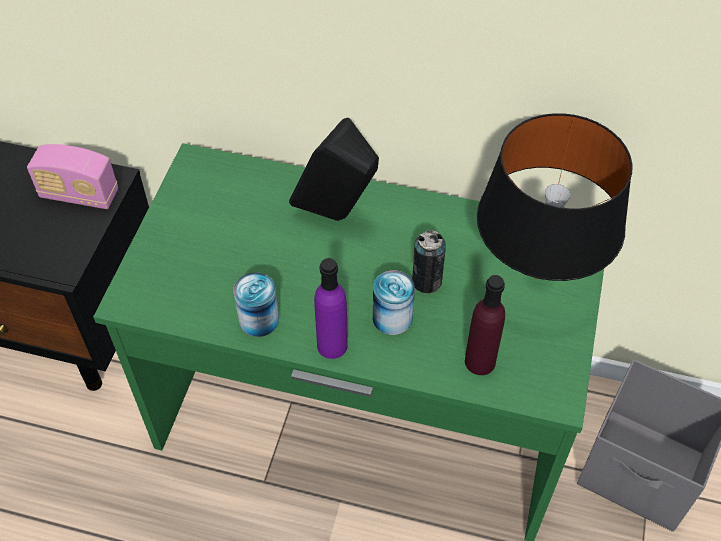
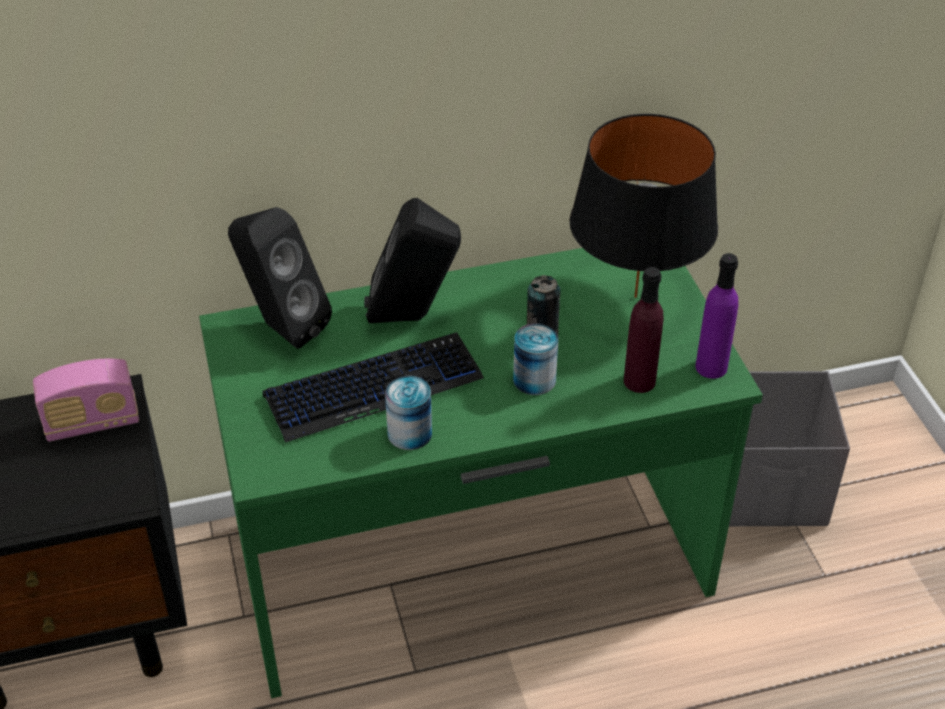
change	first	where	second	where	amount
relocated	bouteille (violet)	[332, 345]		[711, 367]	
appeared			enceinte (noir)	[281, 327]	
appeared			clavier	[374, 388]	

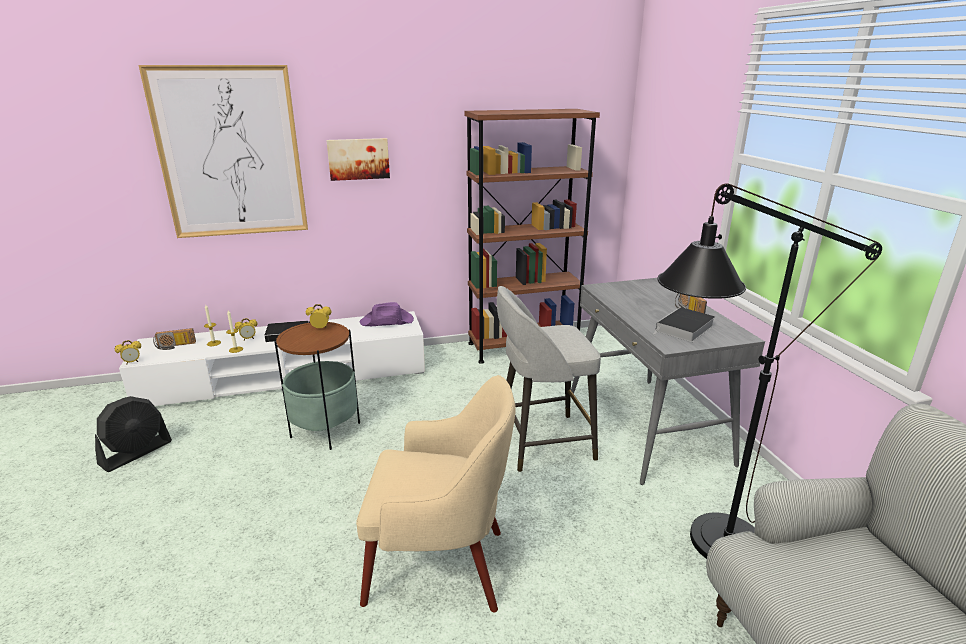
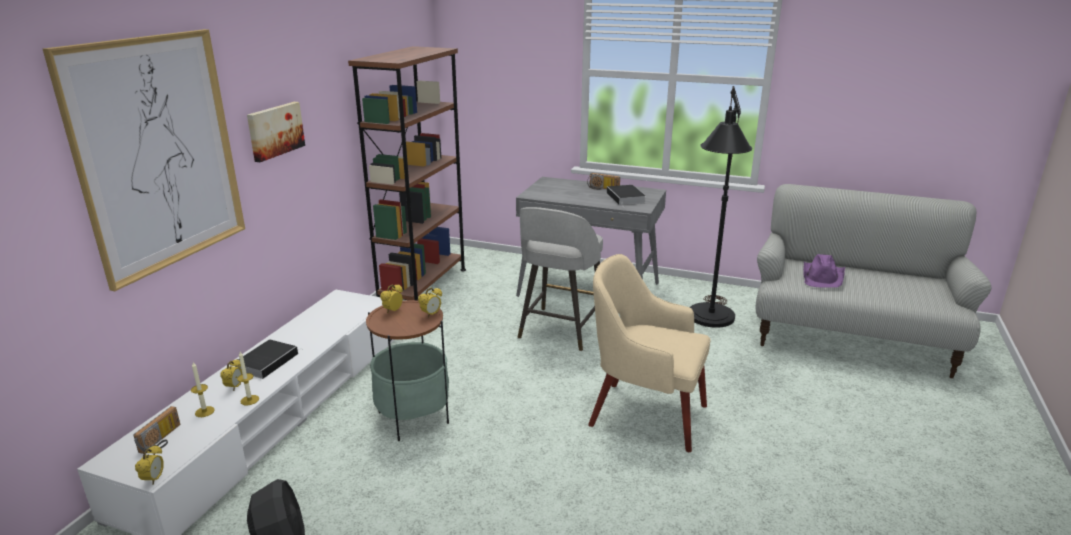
change	first	where	second	where	amount
relocated	chapeau (violet)	[387, 321]		[823, 277]	
spun	fauteuil (beige)	[440, 566]		[644, 414]	105 degrees counterclockwise
appeared			réveil	[431, 314]	

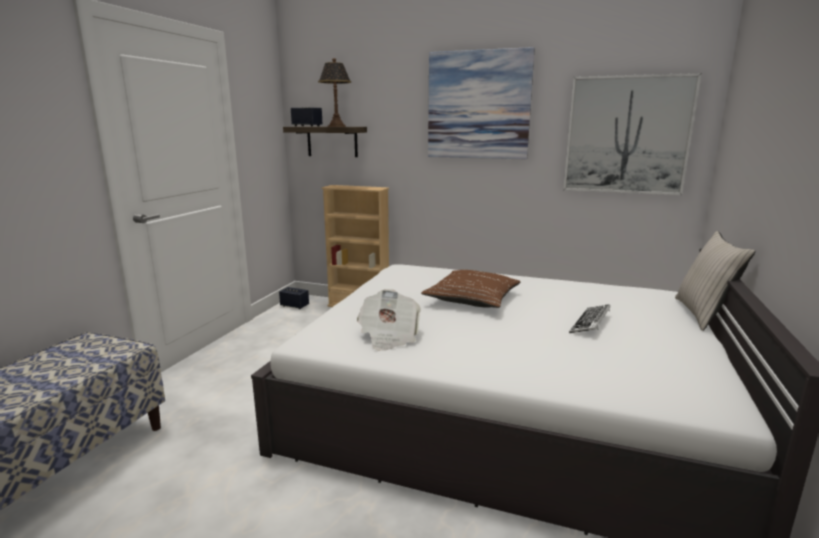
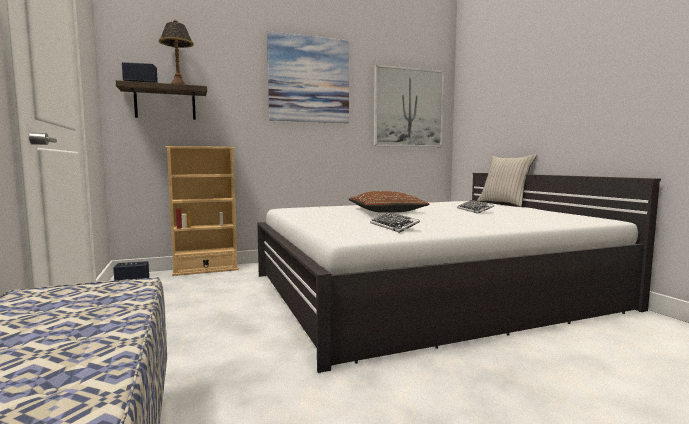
change	first	where	second	where	amount
exchanged	journal	[389, 336]	clavier	[393, 226]	

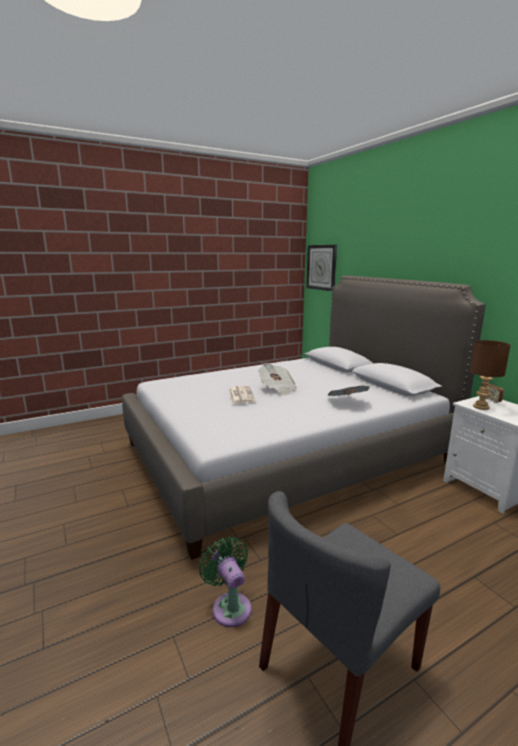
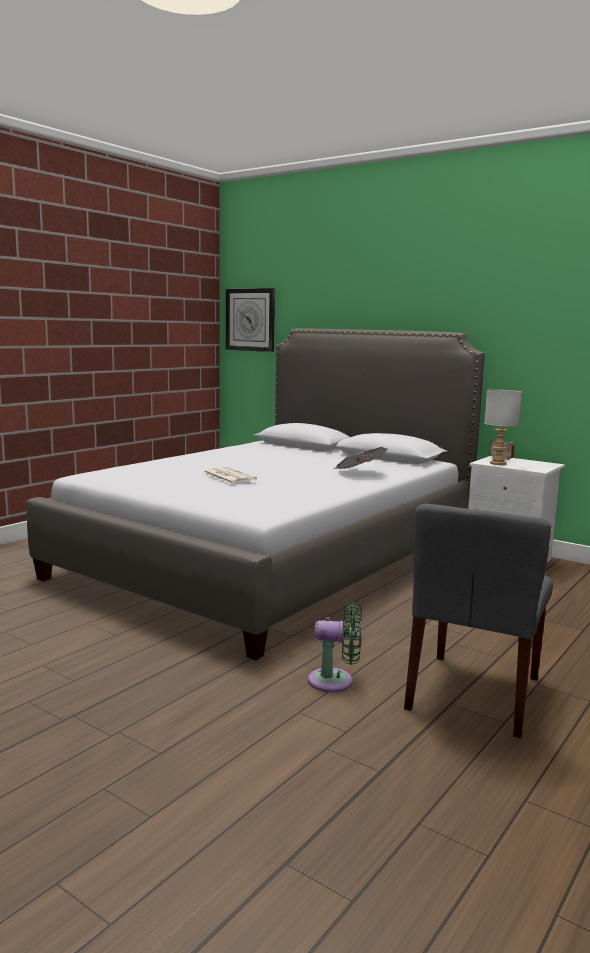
change	first	where	second	where	amount
colour	lampe de table (marron)	[480, 407]	lampe de table (gris)	[497, 463]	
missing	journal	[277, 389]			
spun	ventilateur (vert)	[230, 606]		[335, 681]	150 degrees clockwise

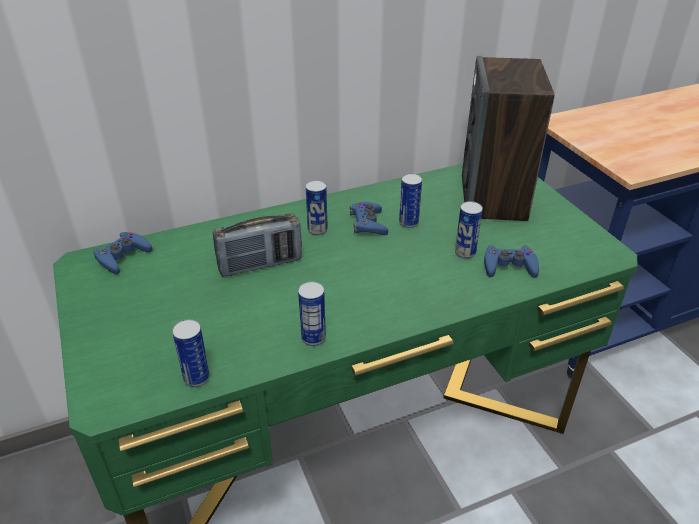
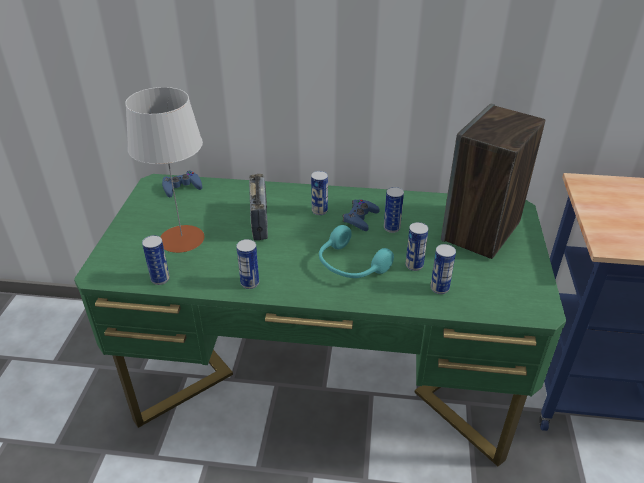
change	first	where	second	where	amount
spun	radio	[260, 265]		[259, 222]	105 degrees counterclockwise
exchanged	manette (bleu)	[509, 266]	boîte métallique	[439, 288]	
appeared			lampe de table (gris)	[182, 239]	
appeared			casque audio (turquoise)	[350, 265]	

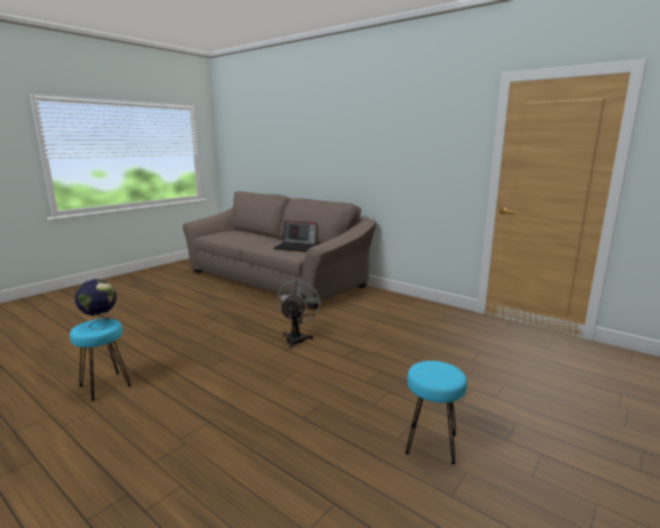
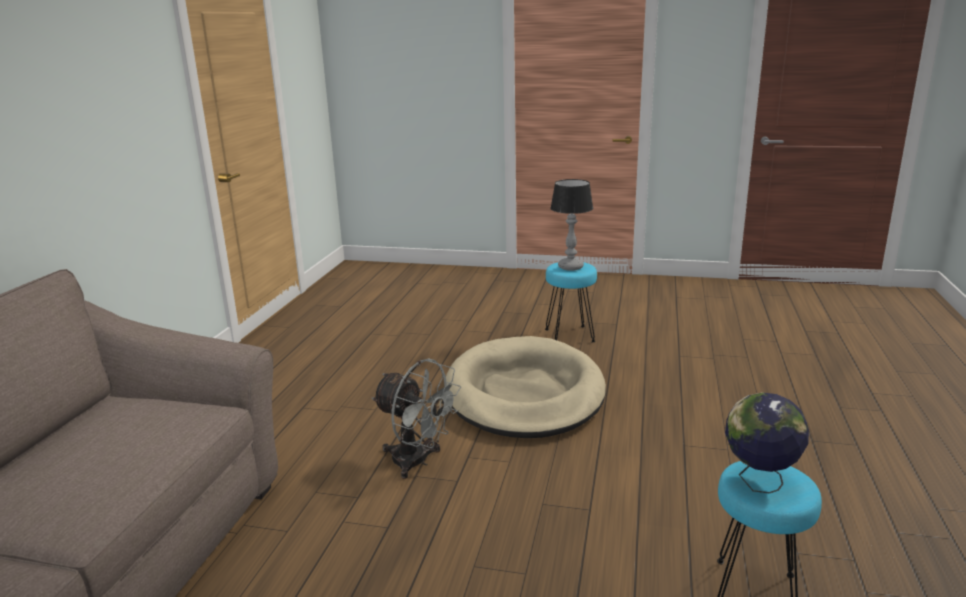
change	first	where	second	where	amount
missing	ordinateur portable	[296, 247]			
spun	ventilateur (gris)	[297, 337]		[418, 462]	135 degrees counterclockwise
appeared			lampe de table	[571, 267]	
appeared			panier pour chien (beige)	[524, 394]	

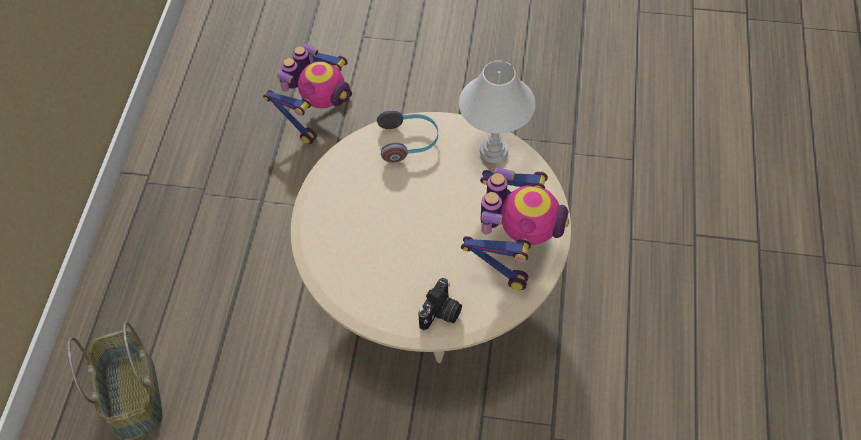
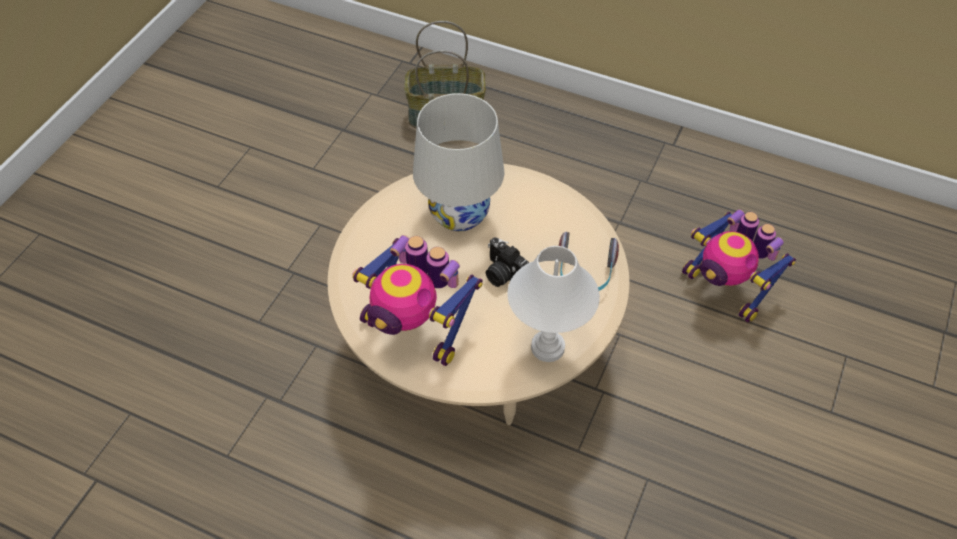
change	first	where	second	where	amount
relocated	appareil photo	[441, 314]		[502, 274]	
appeared			lampe de table (blanc)	[459, 214]	

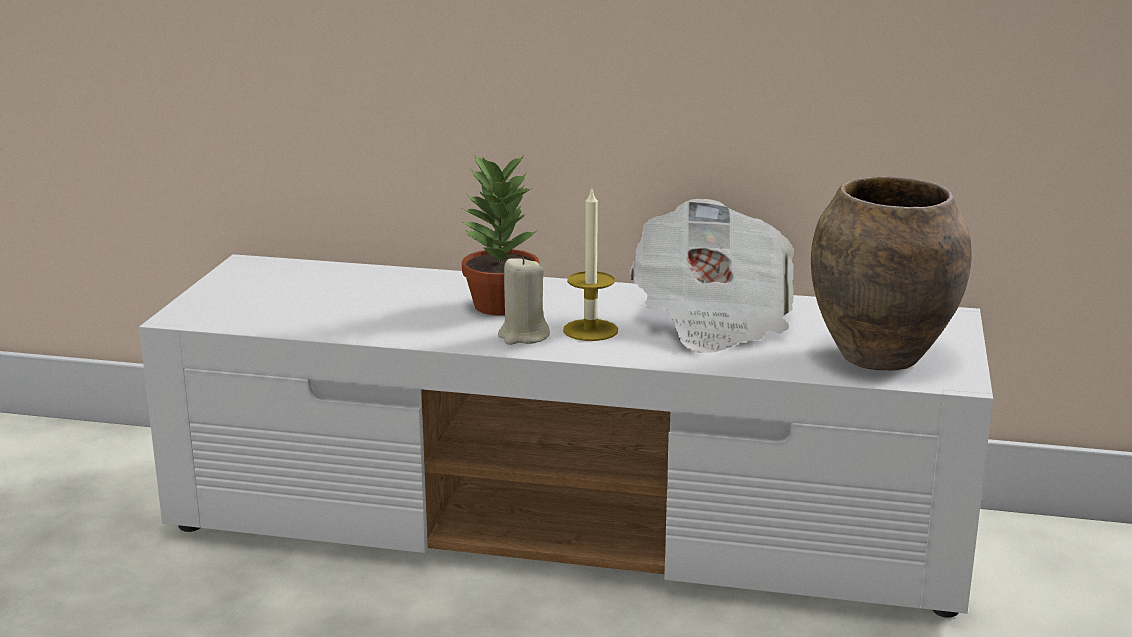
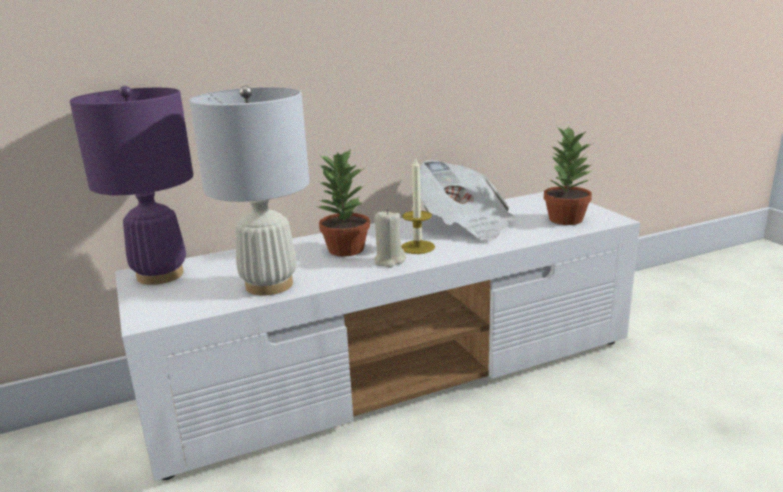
change	first	where	second	where	amount
exchanged	vase (marron)	[879, 357]	plante en pot	[565, 219]	
appeared			lampe de table (violet)	[160, 275]	
appeared			lampe de table (blanc)	[268, 285]	

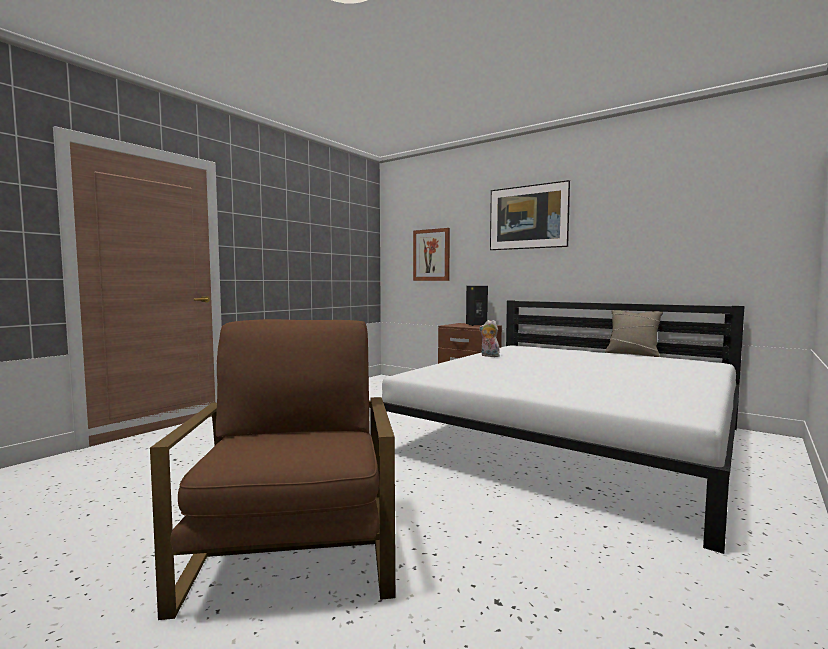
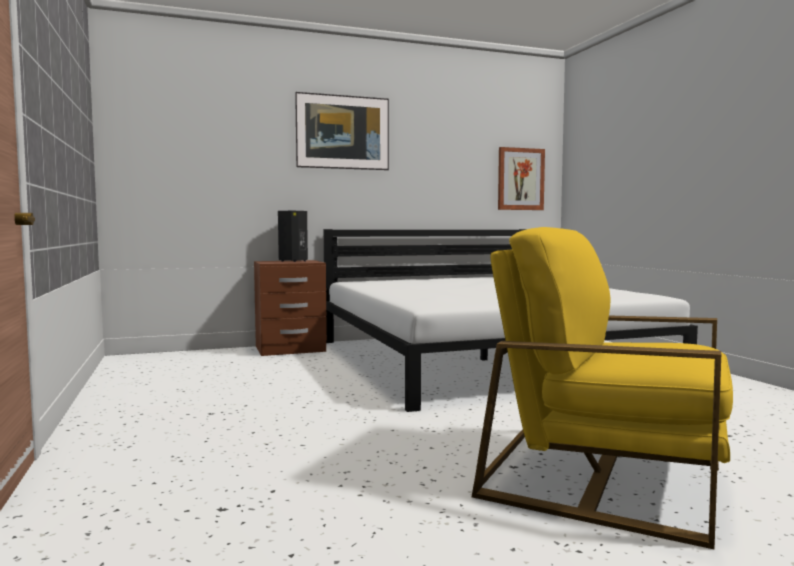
change	first	where	second	where	amount
relocated	tableau	[431, 255]		[520, 179]	
missing	coussin (beige)	[632, 354]			
colour	fauteuil (marron)	[295, 548]	fauteuil (jaune)	[605, 476]	
missing	peluche	[489, 356]			

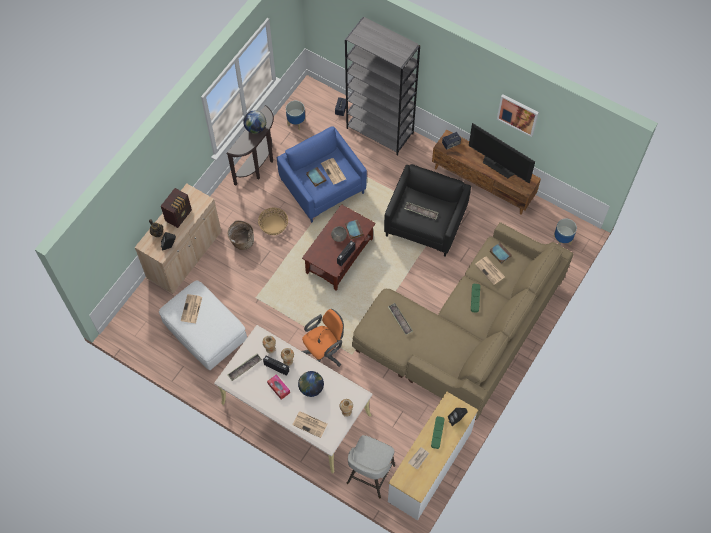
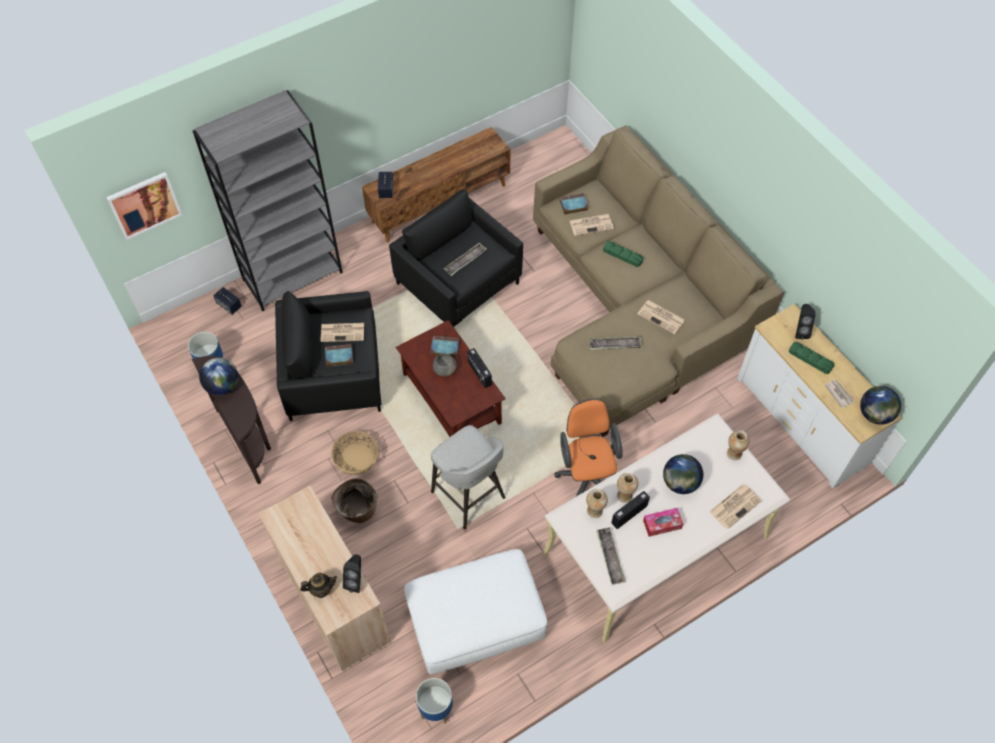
change	first	where	second	where	amount
relocated	tableau	[518, 114]		[144, 204]	
missing	téléviseur	[498, 166]			
colour	fauteuil (bleu)	[322, 186]	fauteuil (noir)	[333, 375]	
missing	radio	[179, 215]			
relocated	cache-pot	[562, 240]		[436, 709]	
relocated	journal	[191, 309]		[661, 317]	
relocated	tabouret (gris)	[370, 475]		[469, 496]	
appeared			globe	[874, 414]	

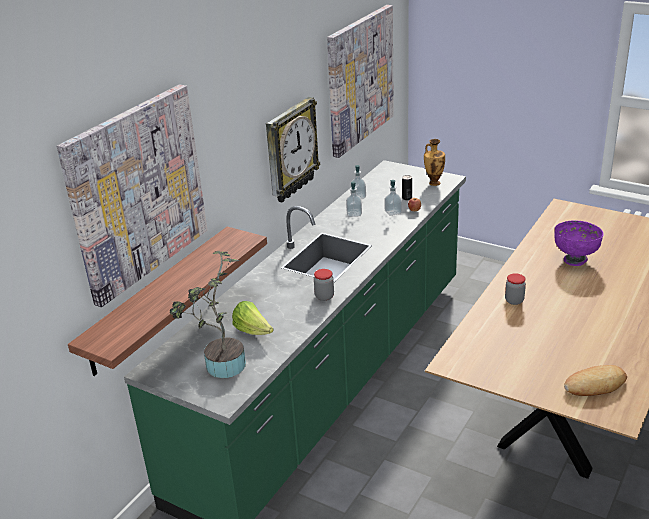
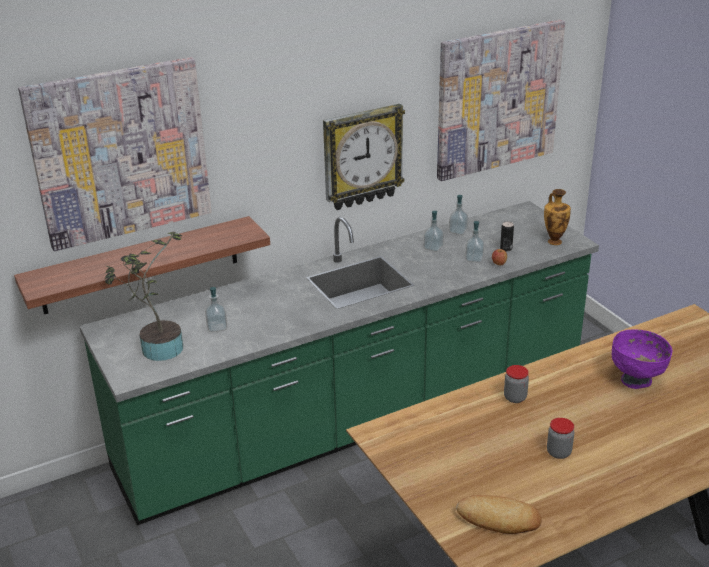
change	first	where	second	where	amount
relocated	bocal	[324, 296]		[558, 452]	
exchanged	laitue	[253, 331]	distributeur de savon	[217, 327]	

